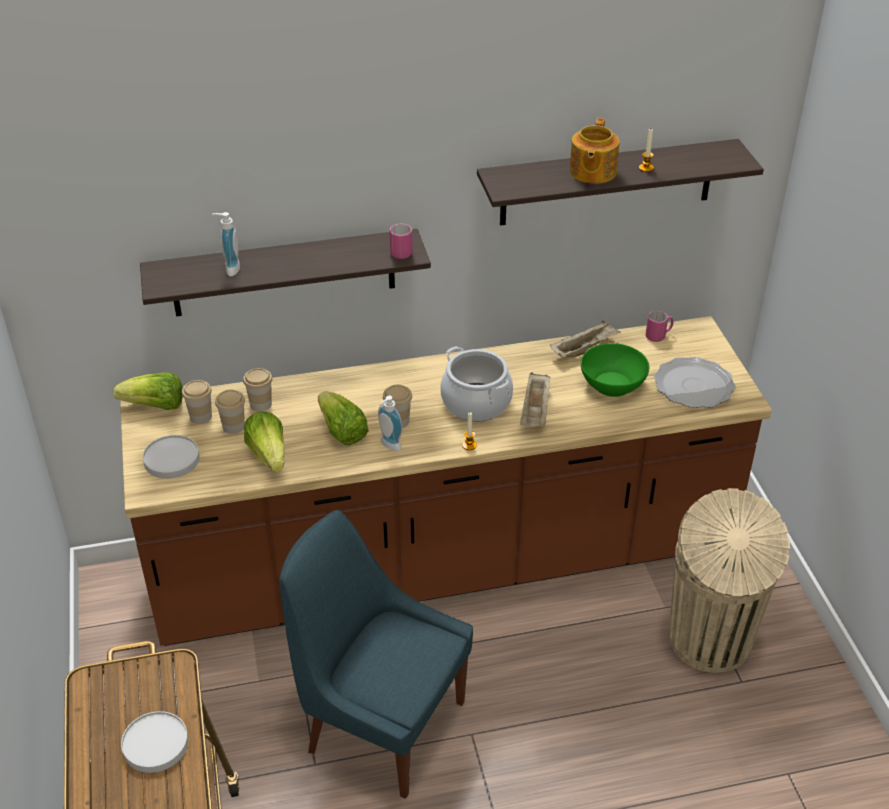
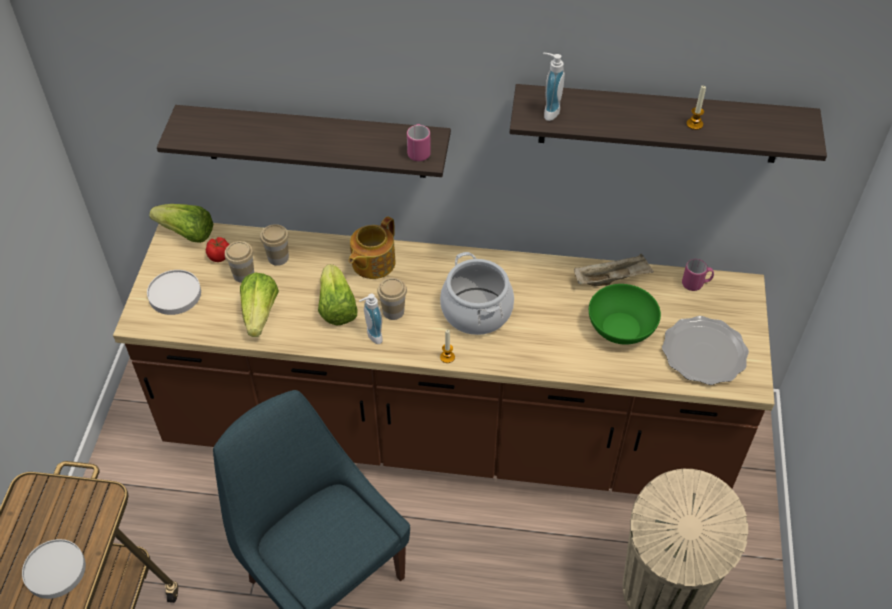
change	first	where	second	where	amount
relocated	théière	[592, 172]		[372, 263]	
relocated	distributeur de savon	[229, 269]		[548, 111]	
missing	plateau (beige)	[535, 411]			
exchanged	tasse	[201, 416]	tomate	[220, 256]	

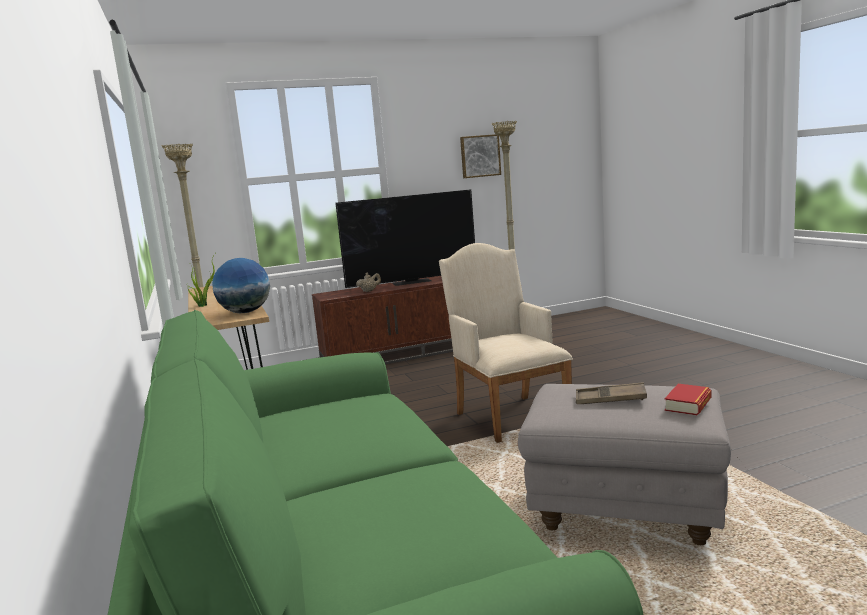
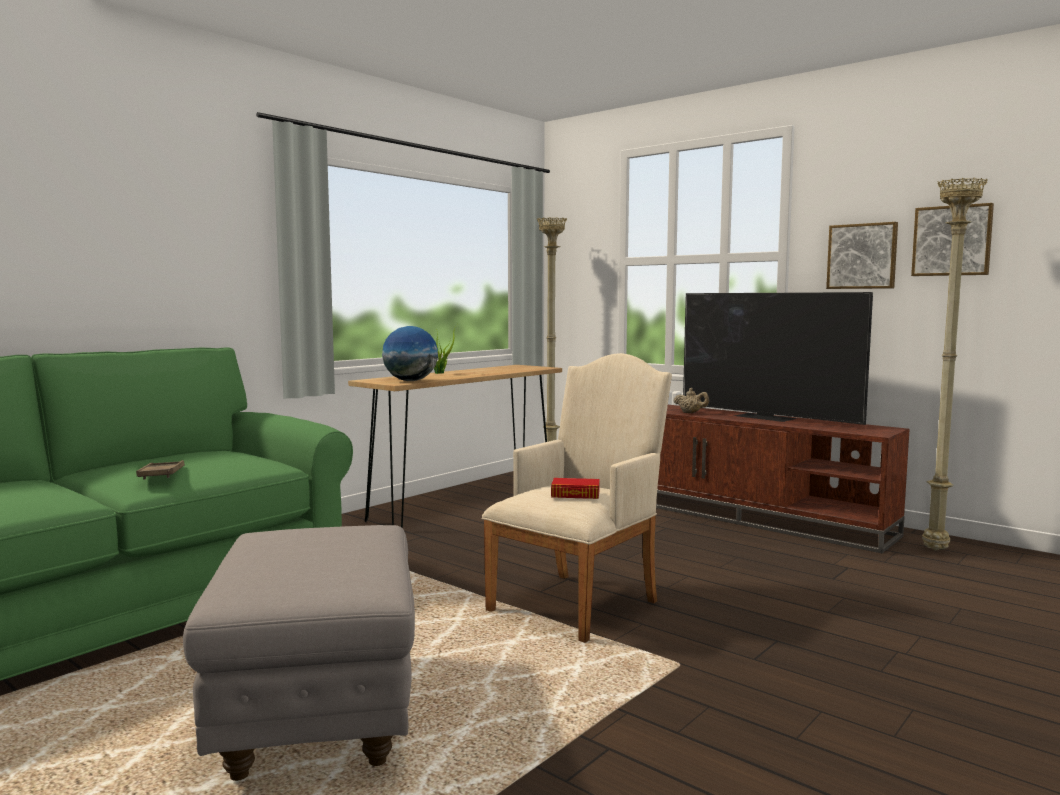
change	first	where	second	where	amount
relocated	plateau (marron)	[610, 399]		[161, 474]	
relocated	livre	[688, 405]		[575, 494]	
appeared			tableau	[862, 256]	

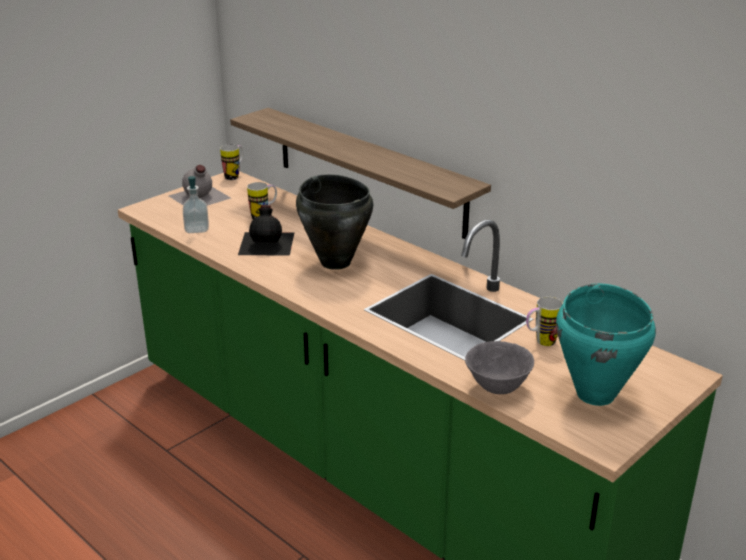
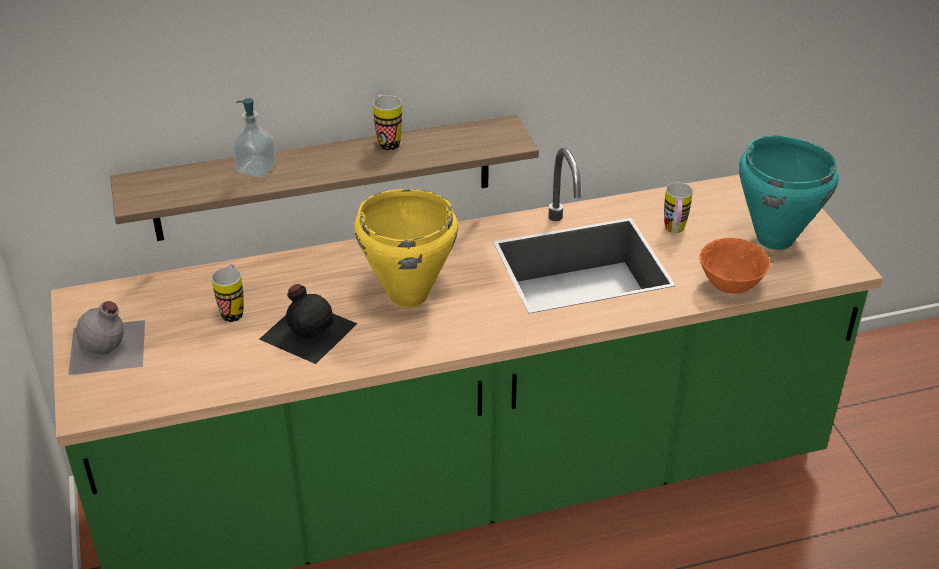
change	first	where	second	where	amount
relocated	mug	[235, 176]		[386, 141]	
colour	marmite (noir)	[336, 262]	marmite (jaune)	[407, 295]	
relocated	distributeur de savon	[197, 229]		[257, 169]	
colour	bol (gris)	[497, 387]	bol (orange)	[730, 286]	

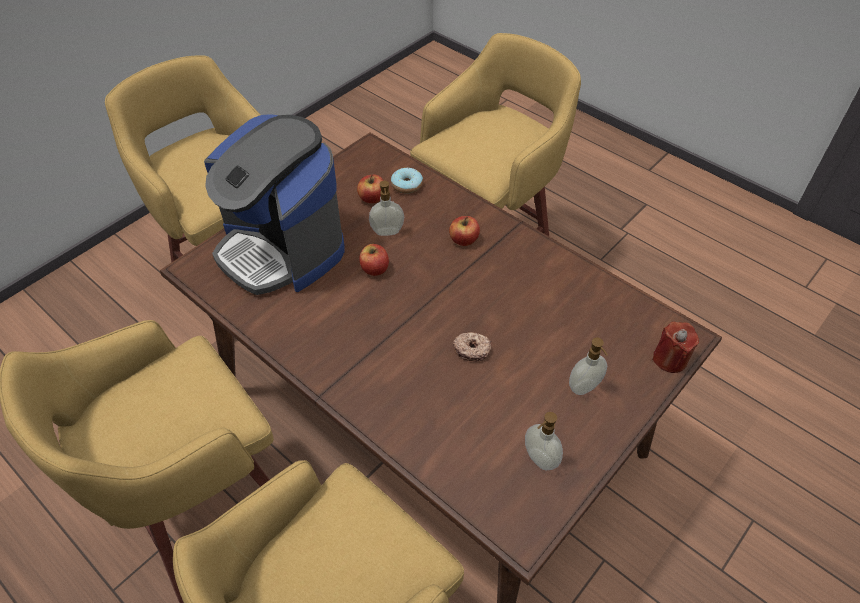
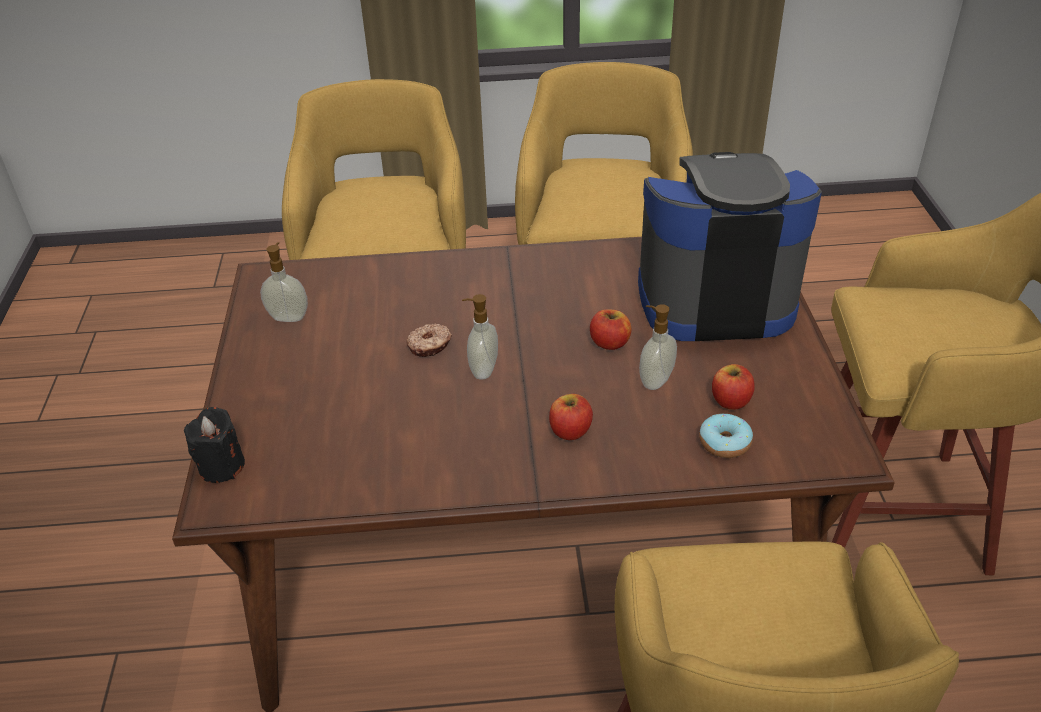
change	first	where	second	where	amount
colour	bougie (rouge)	[670, 359]	bougie (noir)	[221, 466]	
relocated	distributeur de savon	[585, 387]		[482, 369]	

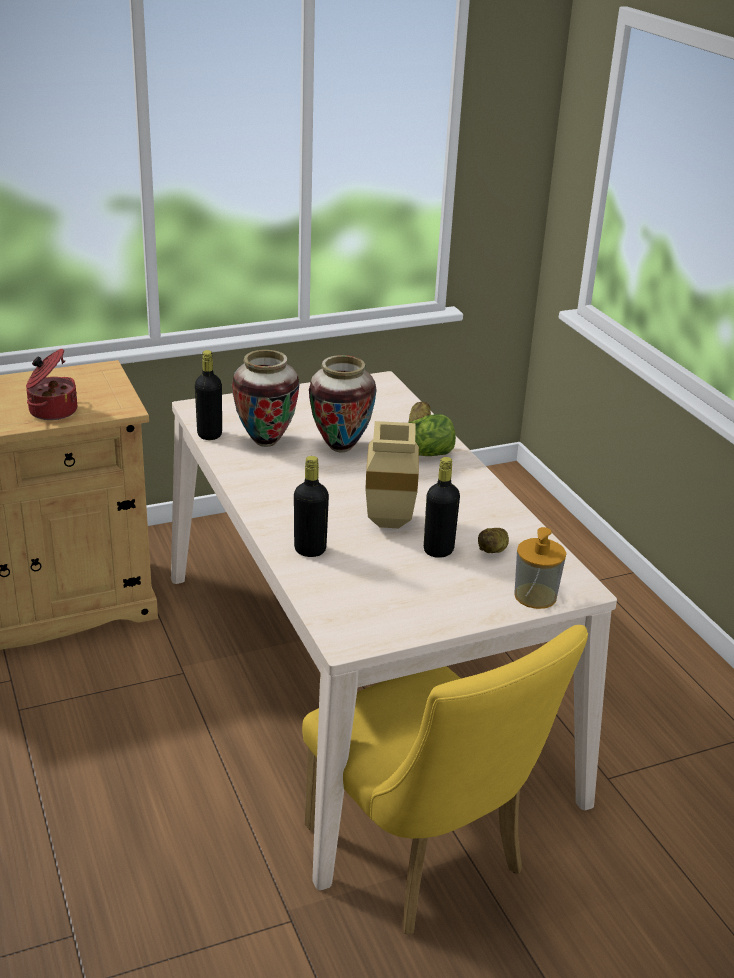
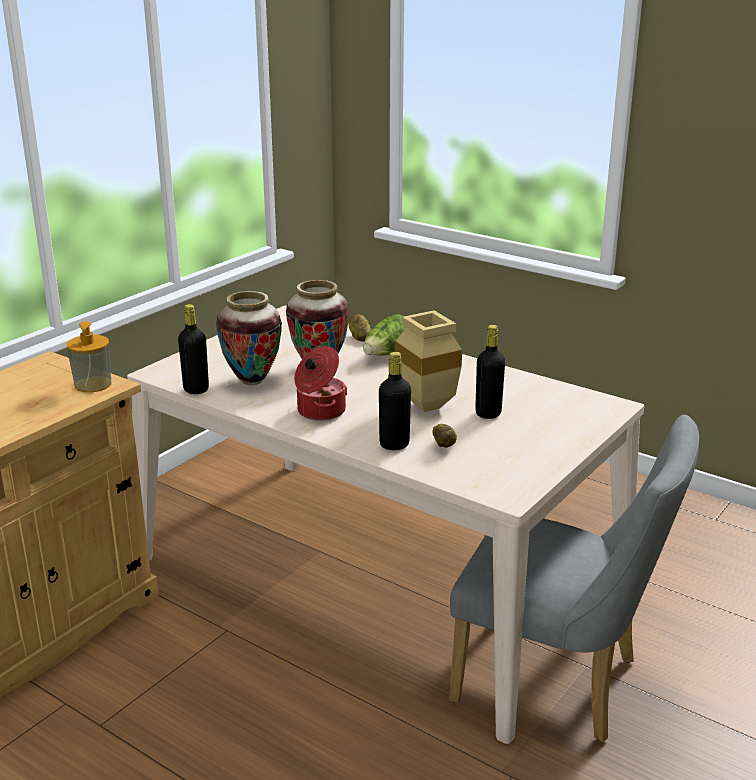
change	first	where	second	where	amount
relocated	marmite	[52, 410]		[319, 411]	
relocated	distributeur de savon	[535, 596]		[93, 384]	
relocated	pomme de terre	[493, 550]		[444, 445]	
colour	chaise (jaune)	[424, 859]	chaise (gris)	[559, 683]	

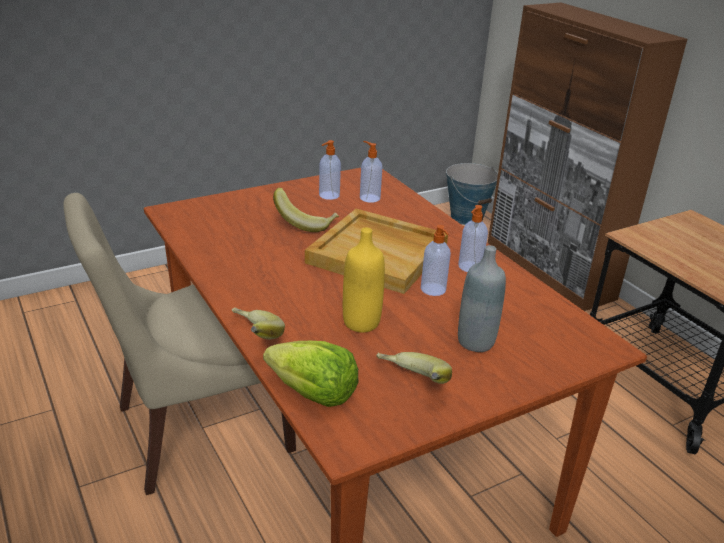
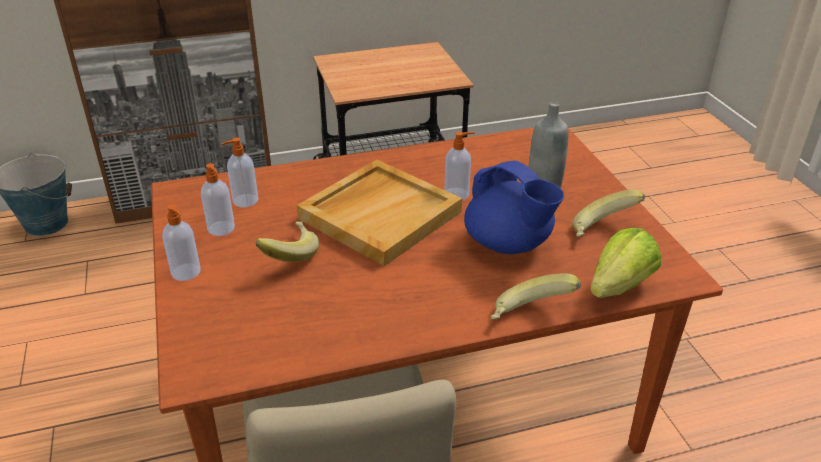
change	first	where	second	where	amount
relocated	distributeur de savon	[469, 267]		[186, 273]	
exchanged	bouteille (jaune)	[361, 323]	théière (bleu)	[508, 243]	

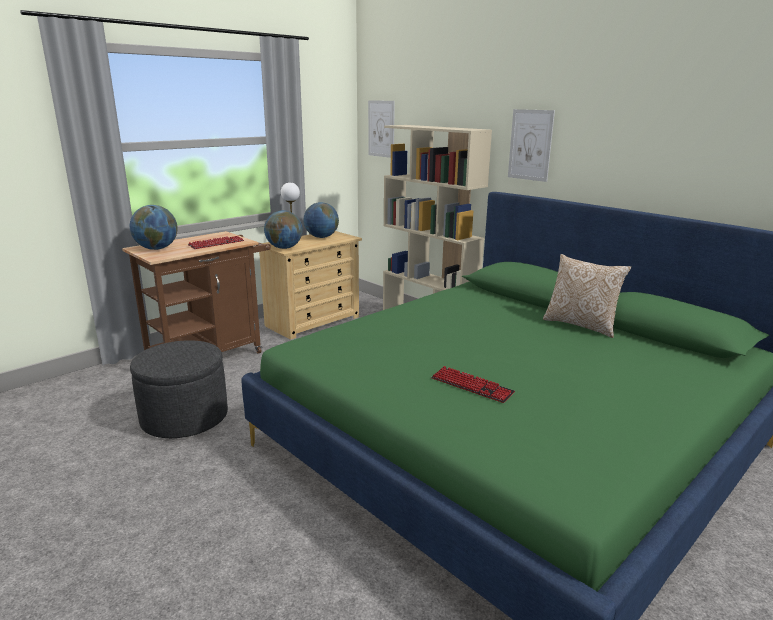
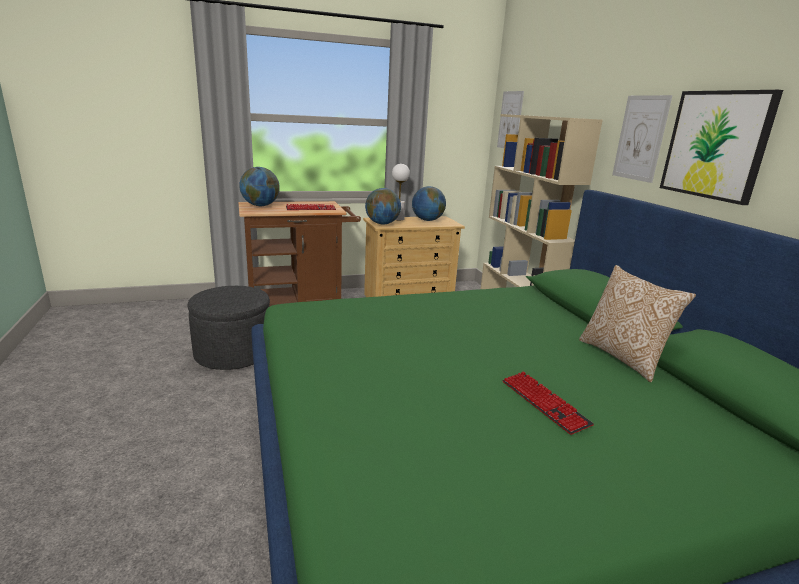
change	first	where	second	where	amount
relocated	clavier	[471, 386]		[544, 403]	
appeared			tableau	[716, 145]	

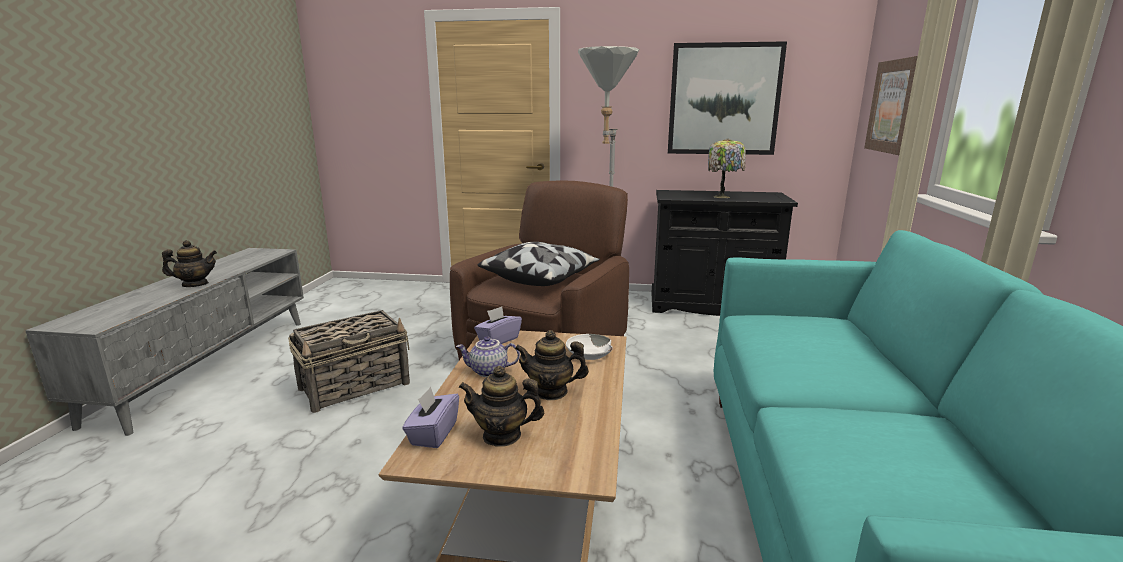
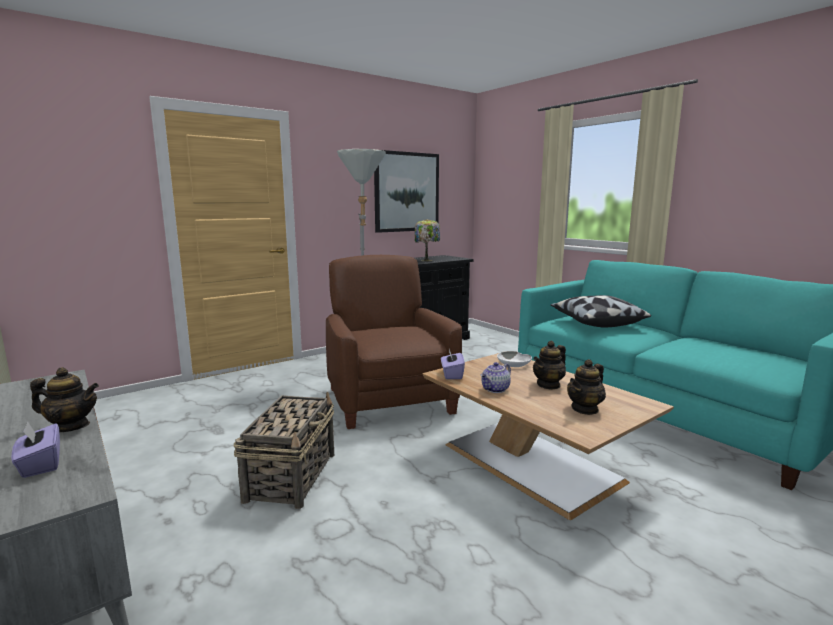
change	first	where	second	where	amount
missing	tableau	[895, 106]			
spun	théière	[195, 284]		[71, 426]	60 degrees clockwise
relocated	coussin	[540, 278]		[596, 323]	
relocated	boîte à mouchoirs (violet)	[433, 434]		[40, 465]	

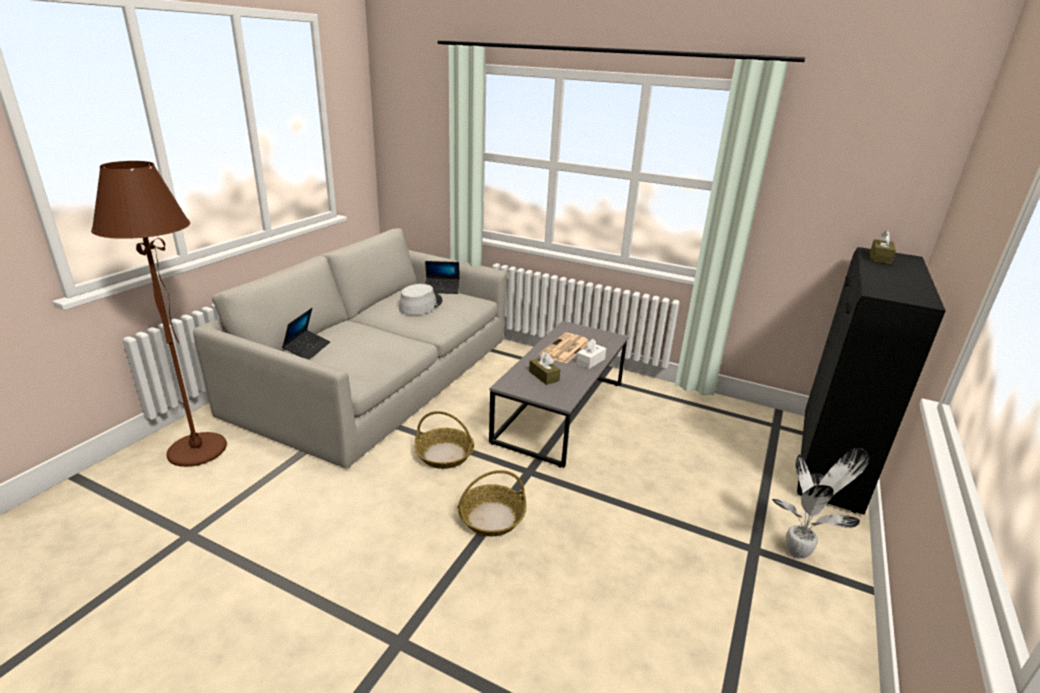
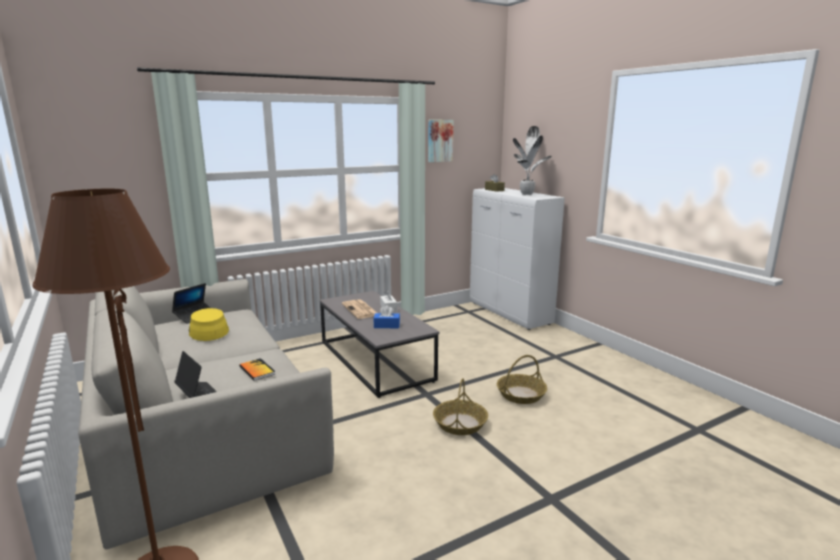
change	first	where	second	where	amount
colour	meuble de rangement (noir)	[829, 462]	meuble de rangement (blanc)	[510, 313]	
colour	chapeau (gris)	[420, 305]	chapeau (jaune)	[208, 330]	
colour	boîte à mouchoirs (marron)	[544, 376]	boîte à mouchoirs (bleu)	[386, 325]	
relocated	panier	[444, 455]		[521, 395]	
relocated	plante en pot	[799, 552]		[527, 194]	
appeared			tableau	[439, 140]	
appeared			livre	[257, 370]	

